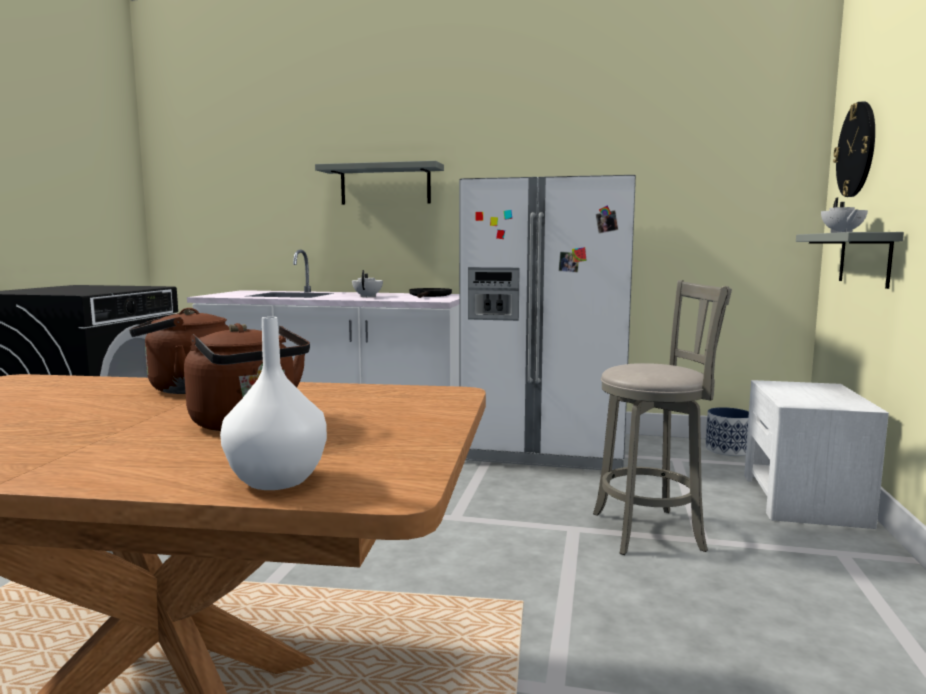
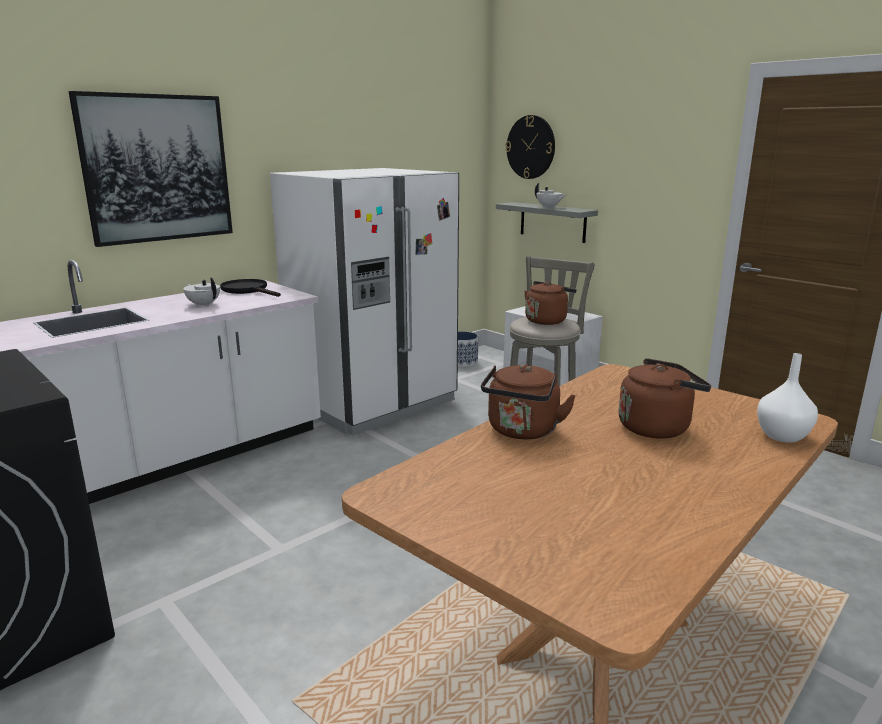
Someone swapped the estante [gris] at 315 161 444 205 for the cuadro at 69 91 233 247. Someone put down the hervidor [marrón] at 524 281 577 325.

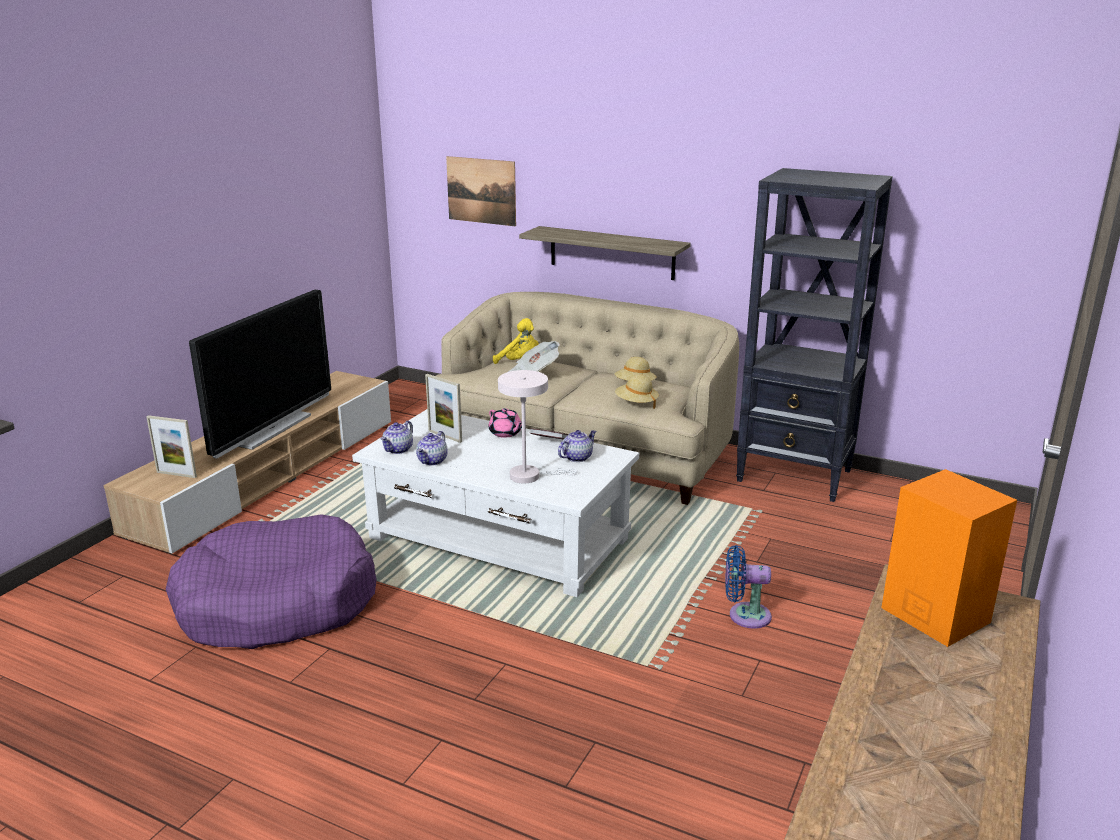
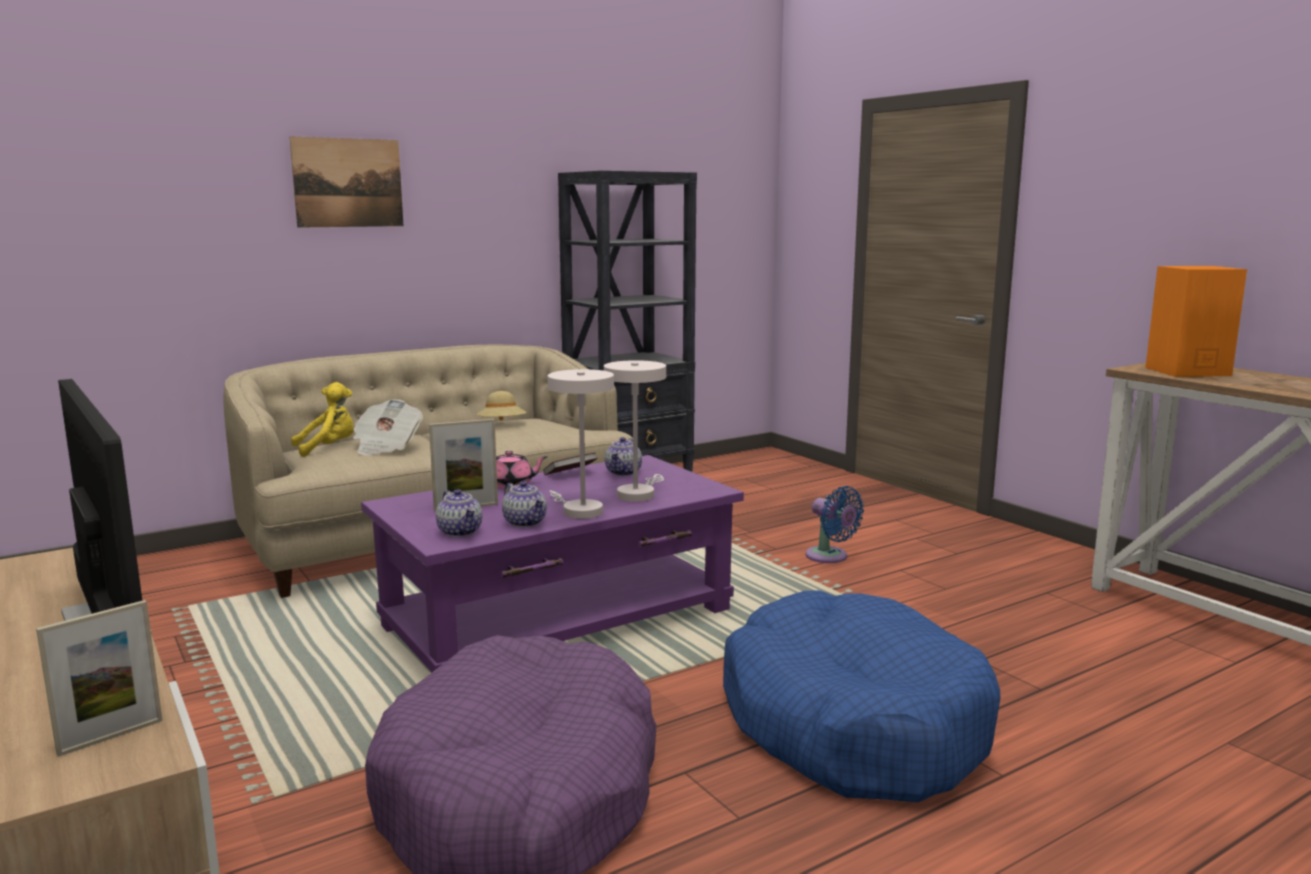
Someone carried the cuadro from 446 156 516 226 to 290 136 404 228. Someone repainted the mesa de centro [blanco] at 352 409 639 597, which became the mesa de centro [morado] at 361 455 744 673. Someone put down the lámpara de mesa [blanco] at 548 369 614 519. Someone rotated the tetera at 558 430 596 462 by 150 degrees counterclockwise. Someone put down the cama para perro [azul] at 723 590 1000 802. Someone rotated the ventilador [azul] at 725 545 772 629 by 75 degrees counterclockwise. Someone took away the estante at 519 226 691 280. Someone took away the sombrero [beis] at 615 374 659 409.

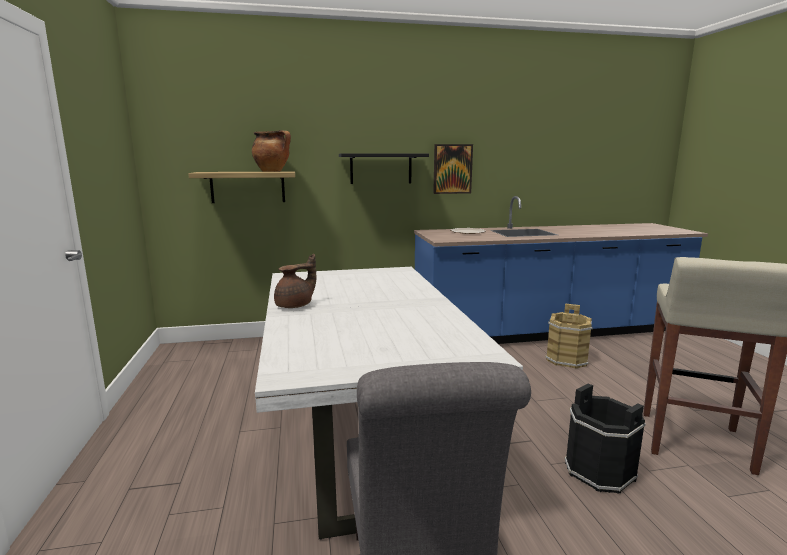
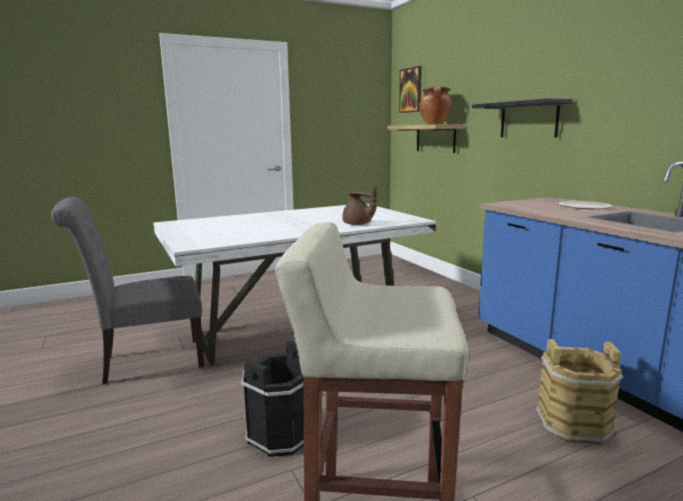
Someone carried the tetera [marrón] from 274 254 316 308 to 342 186 377 225. Someone carried the cuadro from 433 144 473 194 to 399 66 422 113.

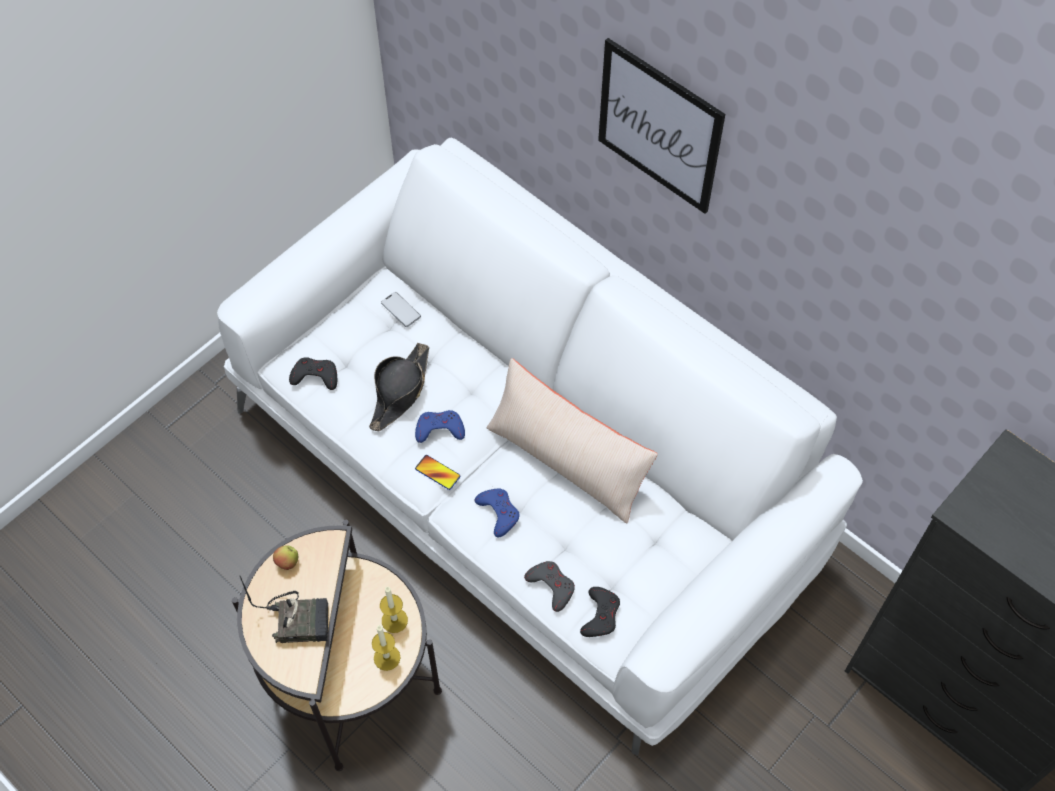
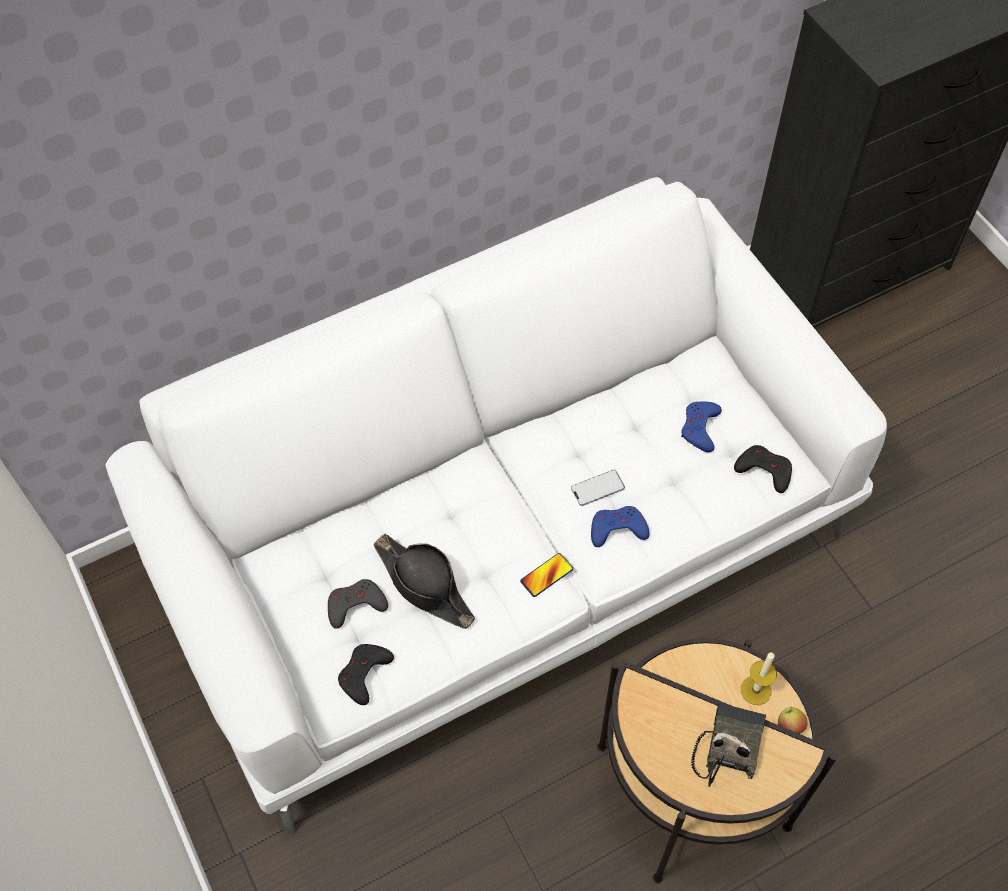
Someone carried the mando de consola [gris] from 524 561 575 612 to 328 579 388 629. Someone carried the móvil from 381 292 421 327 to 571 470 625 506. Someone carried the mando de consola [azul] from 415 410 465 443 to 681 401 722 452. Someone carried the manzana from 273 545 298 570 to 778 707 807 734. Someone took away the vela at 380 587 408 633. Someone took away the cojín [beis] at 487 358 658 523. Someone took away the cuadro at 598 38 725 214.

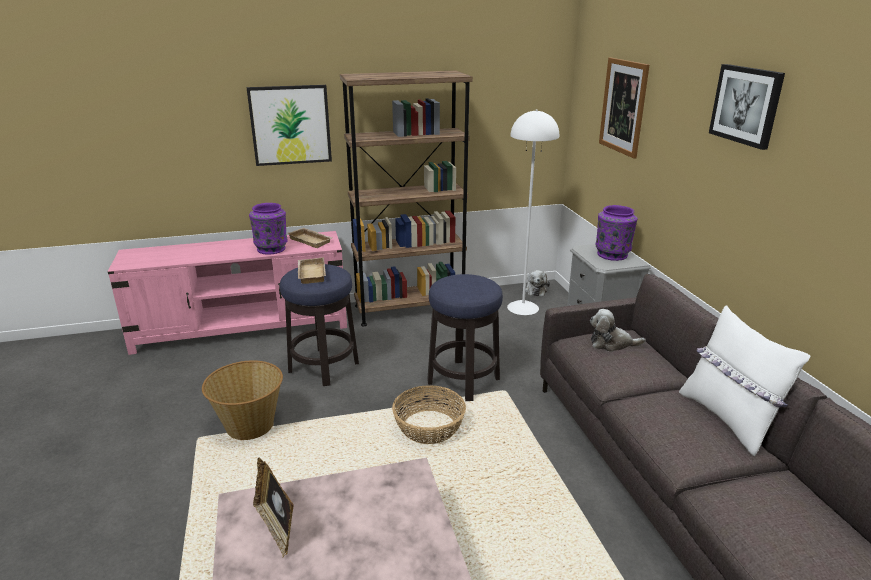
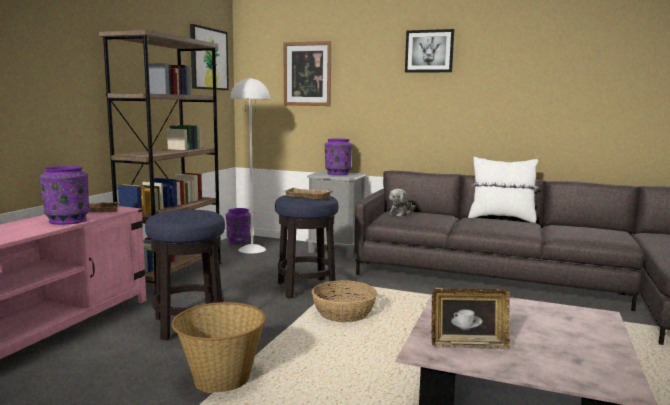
Someone carried the cuadro from 247 85 332 166 to 190 24 229 90. Someone swapped the peluche at 526 270 550 296 for the florero [morado] at 225 208 251 244. Someone carried the bandeja [beis] from 298 257 326 284 to 282 188 332 199.

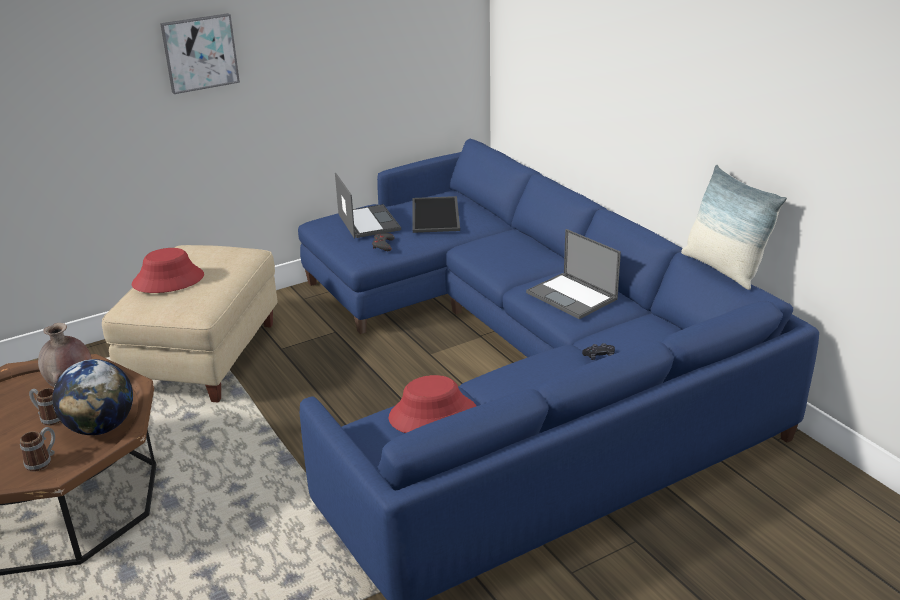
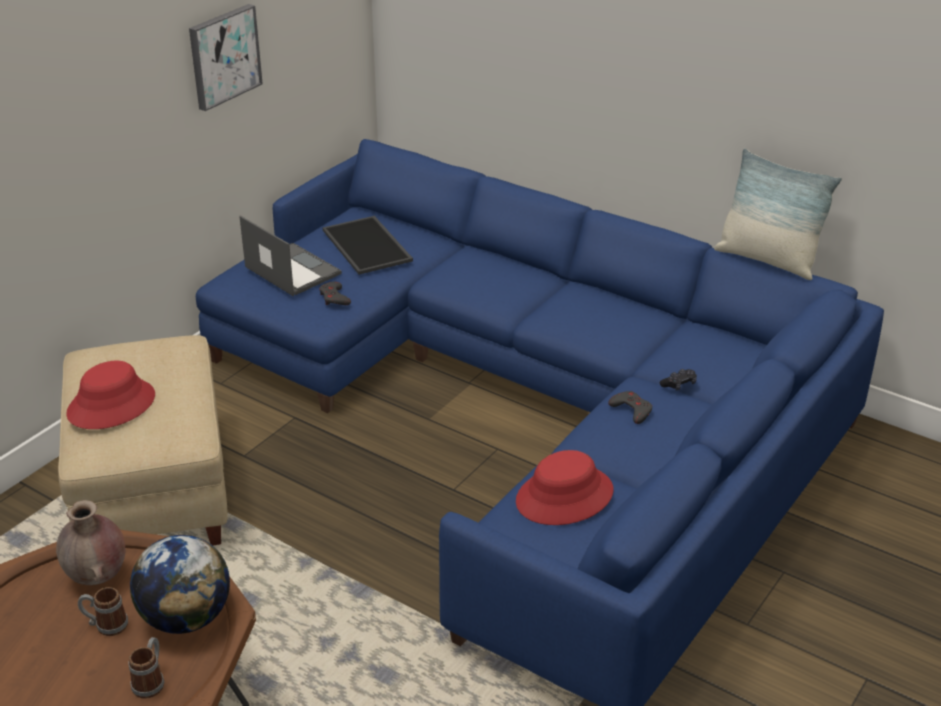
Someone carried the cuadro from 160 13 240 94 to 189 4 263 111. Someone put down the mando de consola [gris] at 608 391 652 424. Someone took away the portátil at 526 229 621 319.

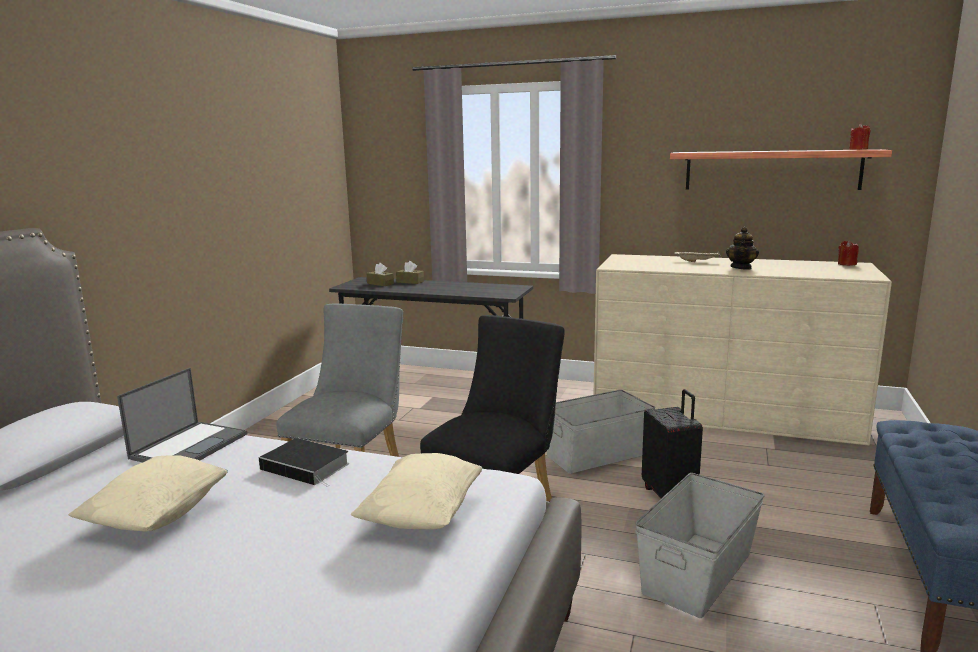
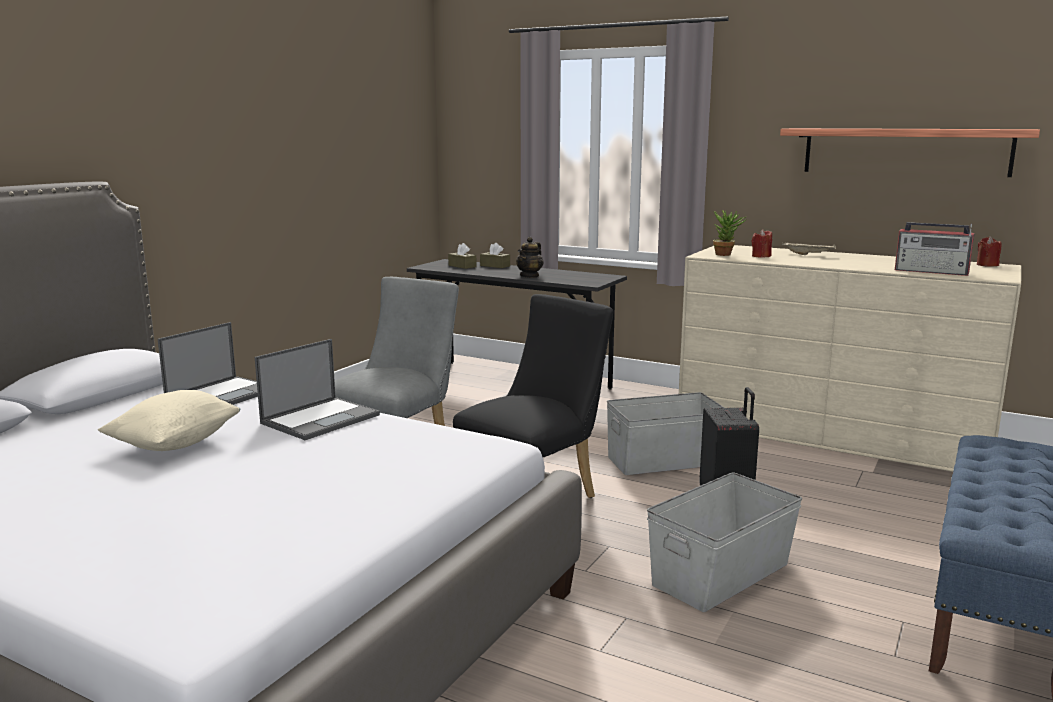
Someone swapped the libro at 259 438 349 487 for the portátil at 255 339 380 440. Someone carried the tetera from 726 227 759 270 to 516 237 544 278. Someone put down the planta en maceta at 713 210 746 256. Someone carried the vela [rojo] from 849 123 870 150 to 751 229 772 258. Someone put down the radio at 895 222 975 276. Someone took away the cojín [beis] at 351 453 482 529.

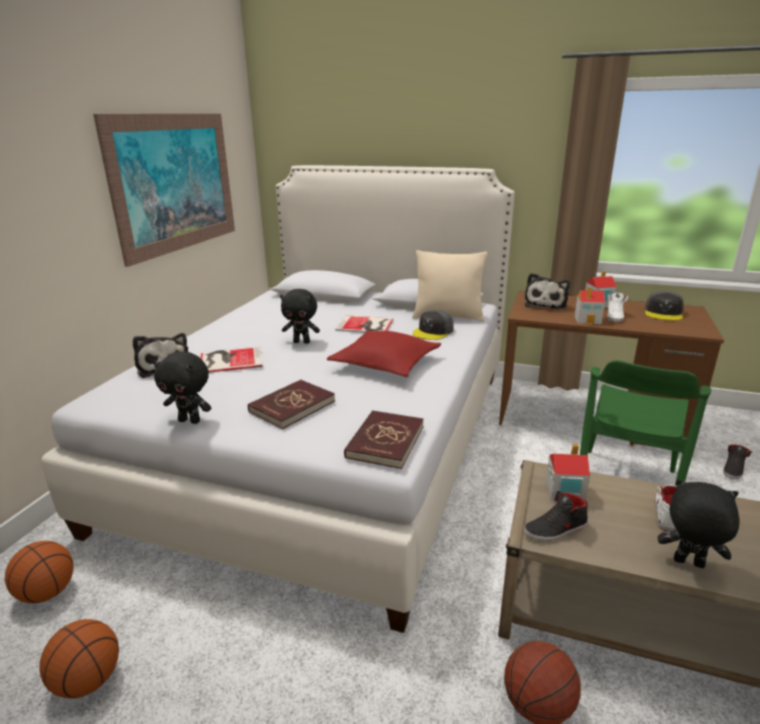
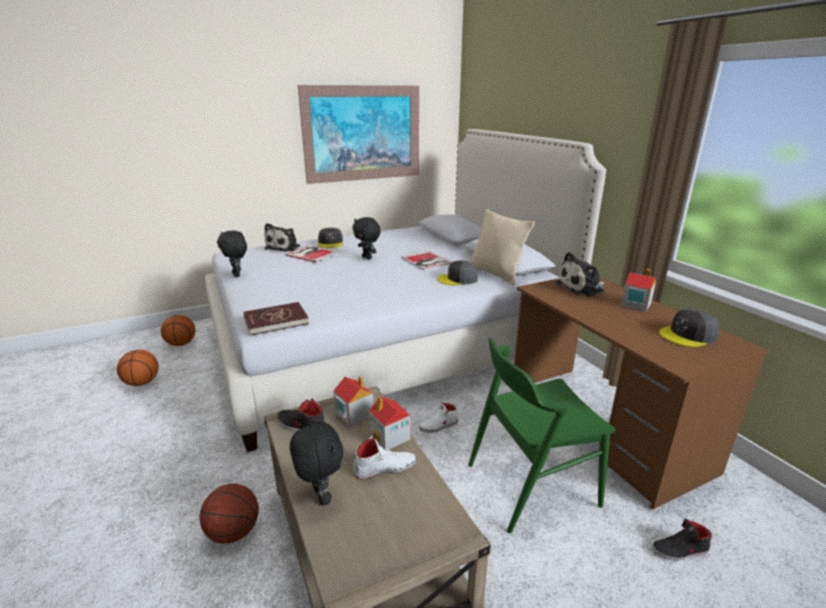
Someone put down the gorra [gris] at 318 227 343 248. Someone carried the casita from 574 288 605 325 to 368 396 411 450. Someone carried the zapato [blanco] from 607 293 628 322 to 419 402 458 433. Someone took away the libro [rojo] at 248 380 335 429. Someone took away the cojín [rojo] at 327 330 441 377.

